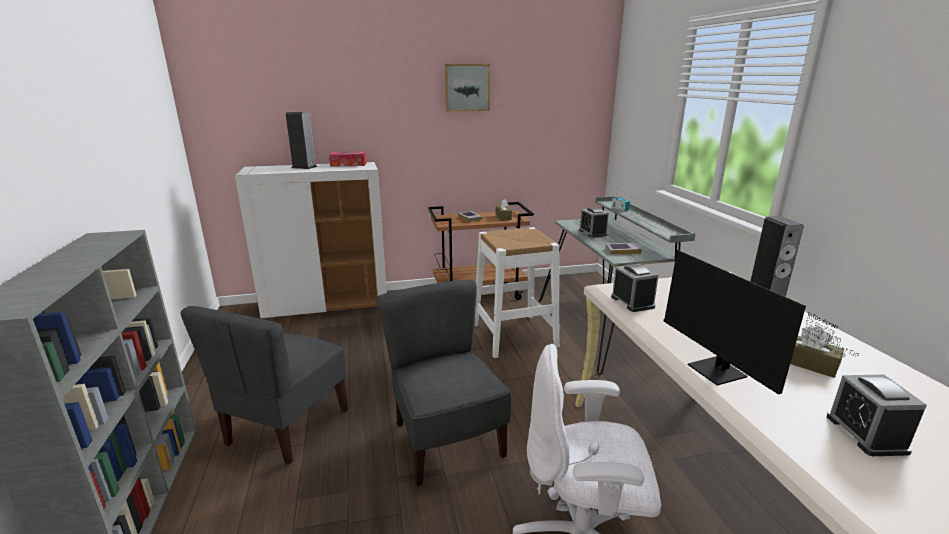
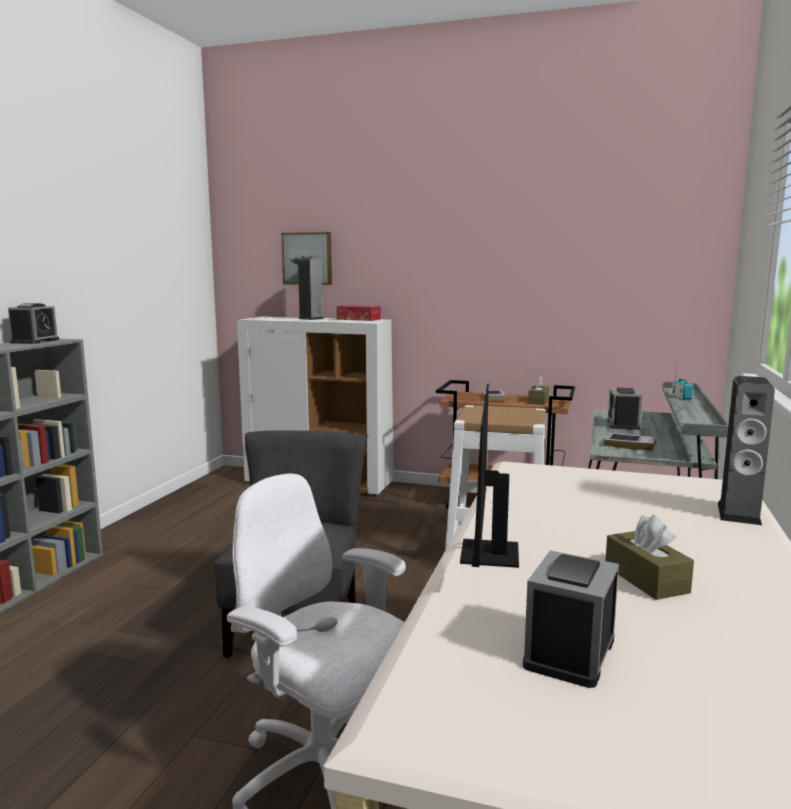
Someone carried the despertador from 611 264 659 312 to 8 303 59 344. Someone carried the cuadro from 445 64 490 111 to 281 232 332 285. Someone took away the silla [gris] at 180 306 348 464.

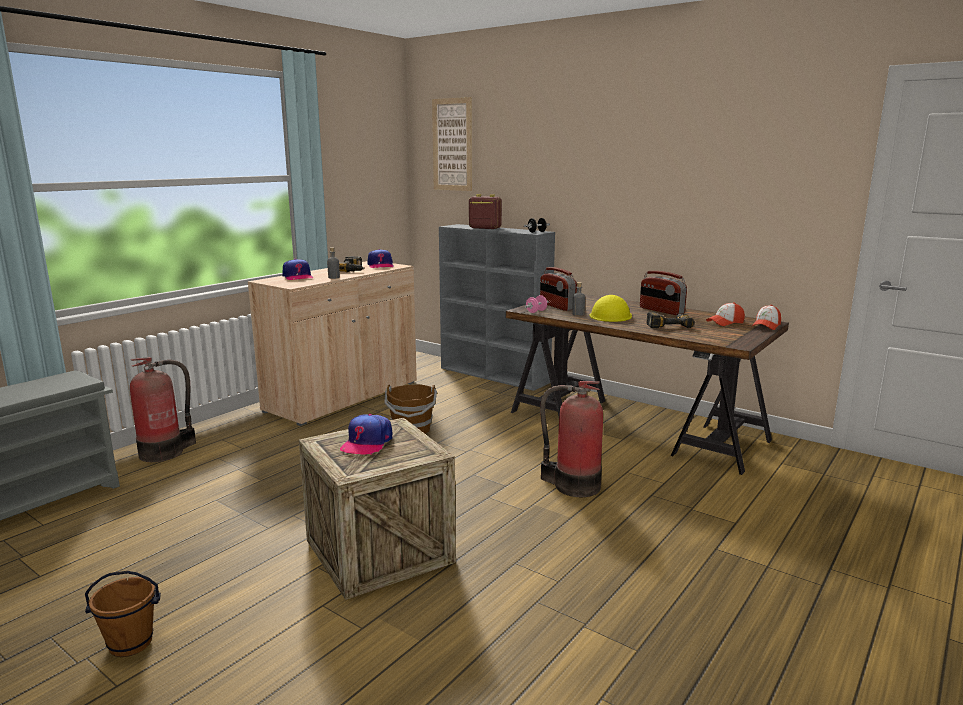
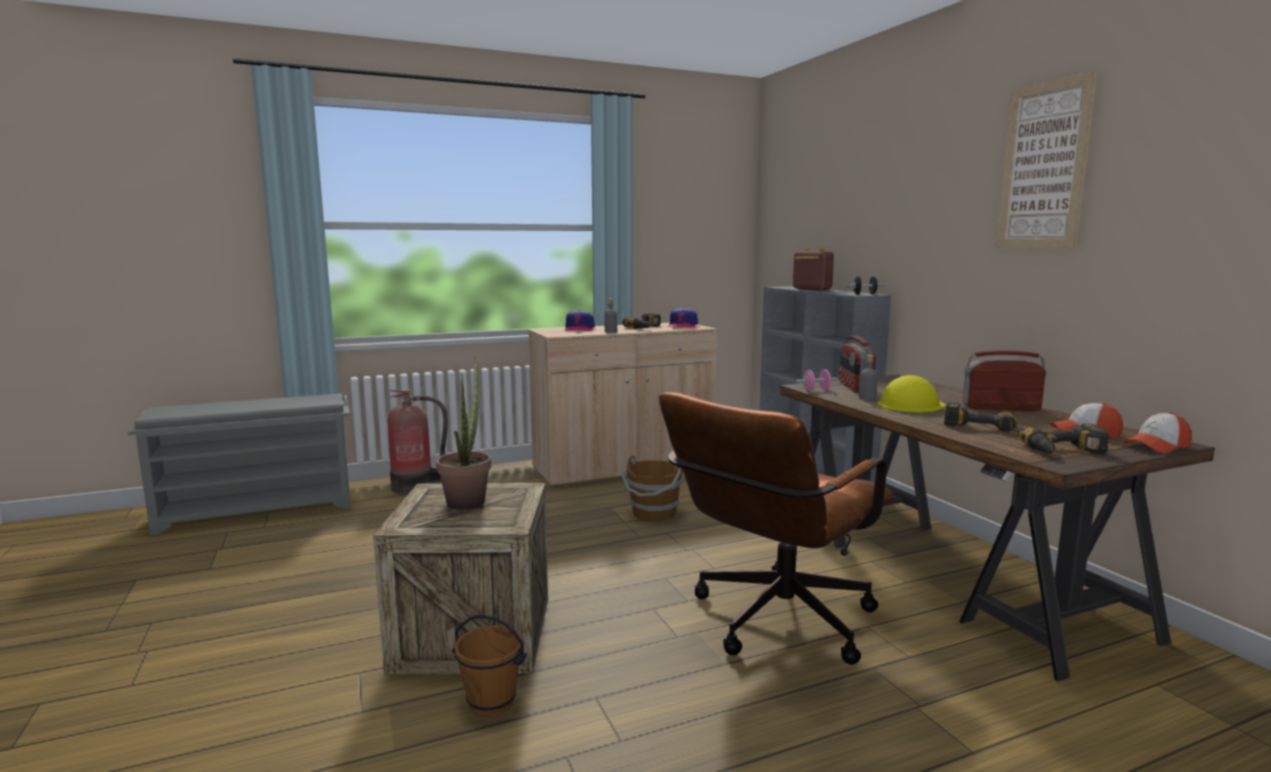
Someone swapped the gorra at 340 414 392 455 for the planta en maceta at 436 357 491 510. Someone carried the cubo [marrón] from 85 571 161 657 to 452 615 527 717. Someone swapped the extintor at 540 381 603 497 for the silla de oficina [marrón] at 659 392 895 665. Someone rotated the radio at 640 271 687 315 by 105 degrees clockwise. Someone carried the cuadro from 432 97 472 191 to 995 71 1097 248. Someone put down the taladro at 1018 424 1109 454.

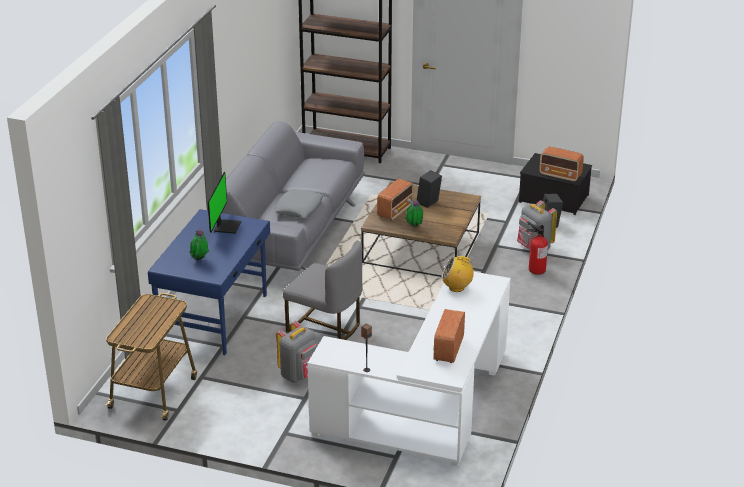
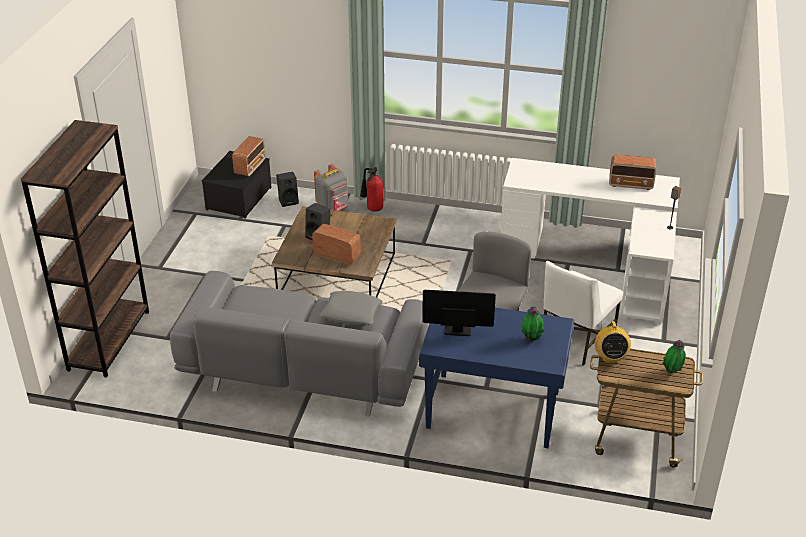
Someone swapped the mochila [gris] at 276 321 317 383 for the silla [blanco] at 544 261 623 365. Someone carried the radio from 441 256 474 292 to 595 321 631 364. Someone carried the planta en maceta from 405 199 423 227 to 663 340 686 373.

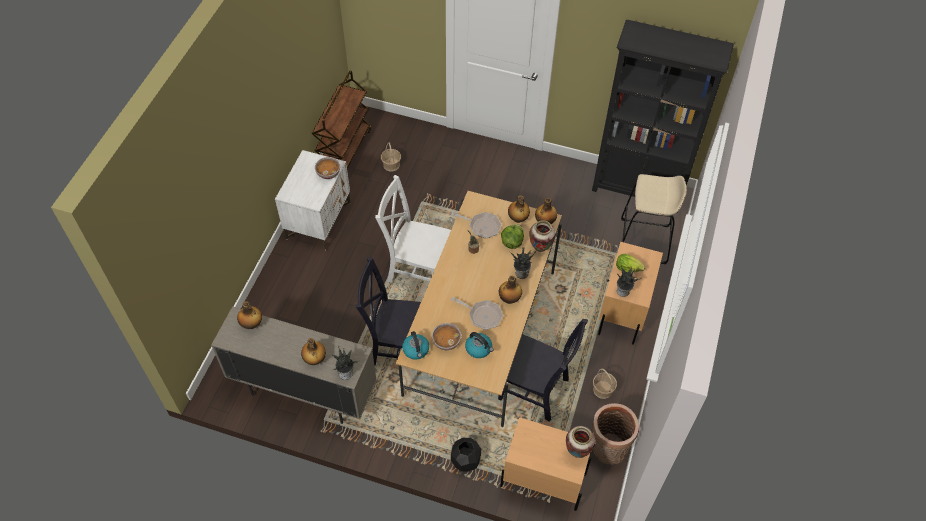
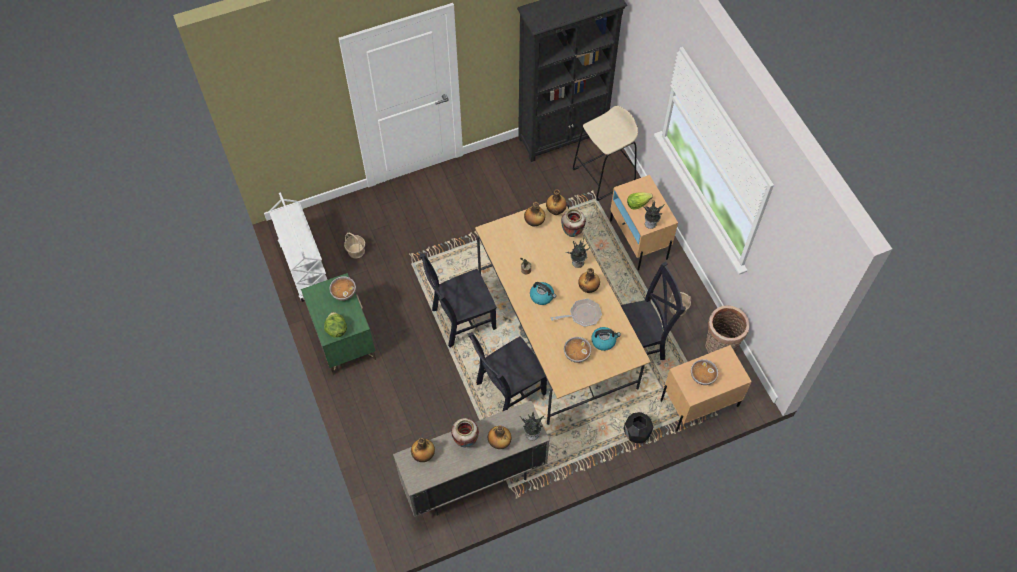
Someone repainted the carrito [marrón] at 311 71 371 169, which became the carrito [blanco] at 269 192 327 302. Someone repainted the mesita de noche [blanco] at 275 150 350 251, which became the mesita de noche [verde] at 301 273 376 375. Someone carried the lechuga from 501 224 524 249 to 324 312 347 338. Someone repainted the silla [blanco] at 375 175 451 282, which became the silla [negro] at 420 254 497 348. Someone carried the florero from 566 426 596 458 to 451 418 479 448. Someone carried the hervidor from 402 331 429 360 to 530 282 556 305. Someone put down the cuenco at 691 359 718 385. Someone took away the sartén at 451 212 502 238.

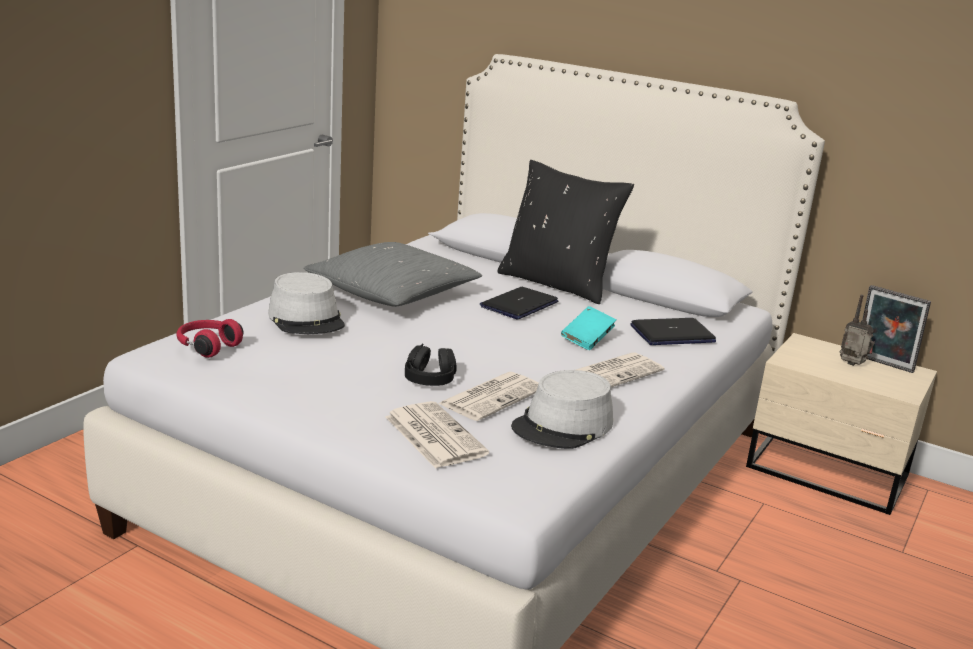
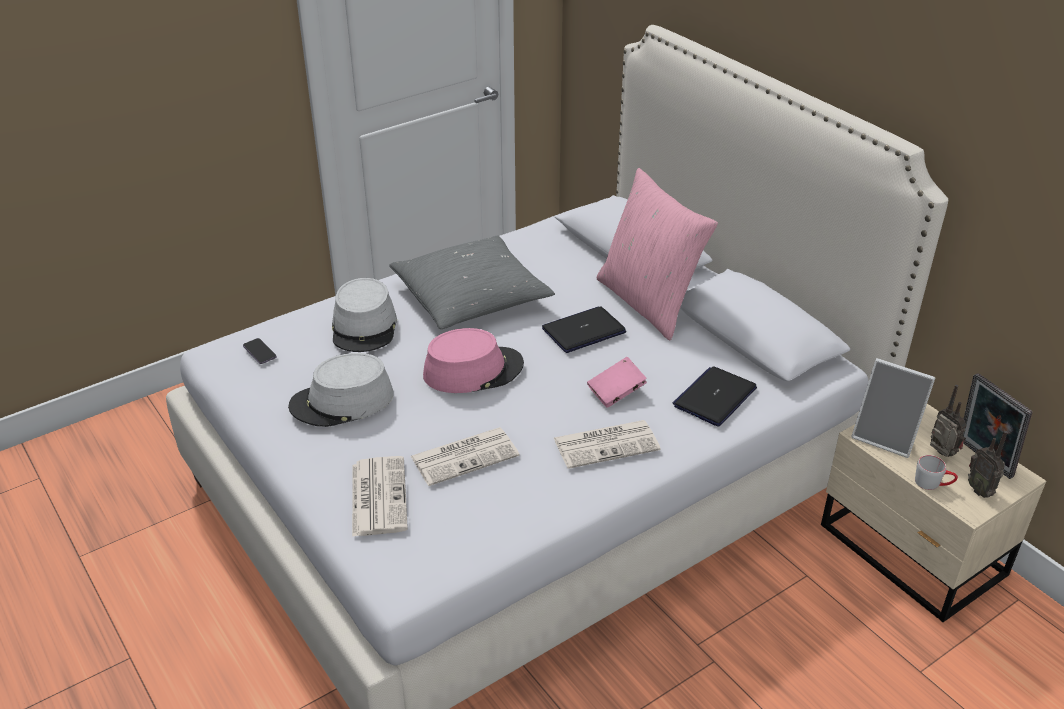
Someone swapped the auriculares [rojo] at 177 319 243 358 for the móvil at 243 338 277 364. Someone carried the sombrero [gris] from 511 370 613 449 to 288 353 394 427. Someone put down the sombrero [rosa] at 423 328 524 393. Someone repainted the libro [turquesa] at 561 306 617 350, which became the libro [rosa] at 587 357 647 408. Someone repainted the cojín [negro] at 497 160 634 304, which became the cojín [rosa] at 597 168 718 341. Someone rotated the portátil at 630 318 716 345 by 120 degrees clockwise. Someone put down the portarretratos at 851 358 936 458. Someone put down the taza grande [gris] at 915 455 958 490. Someone put down the radio at 968 431 1007 498. Someone took away the auriculares [negro] at 405 343 457 386.

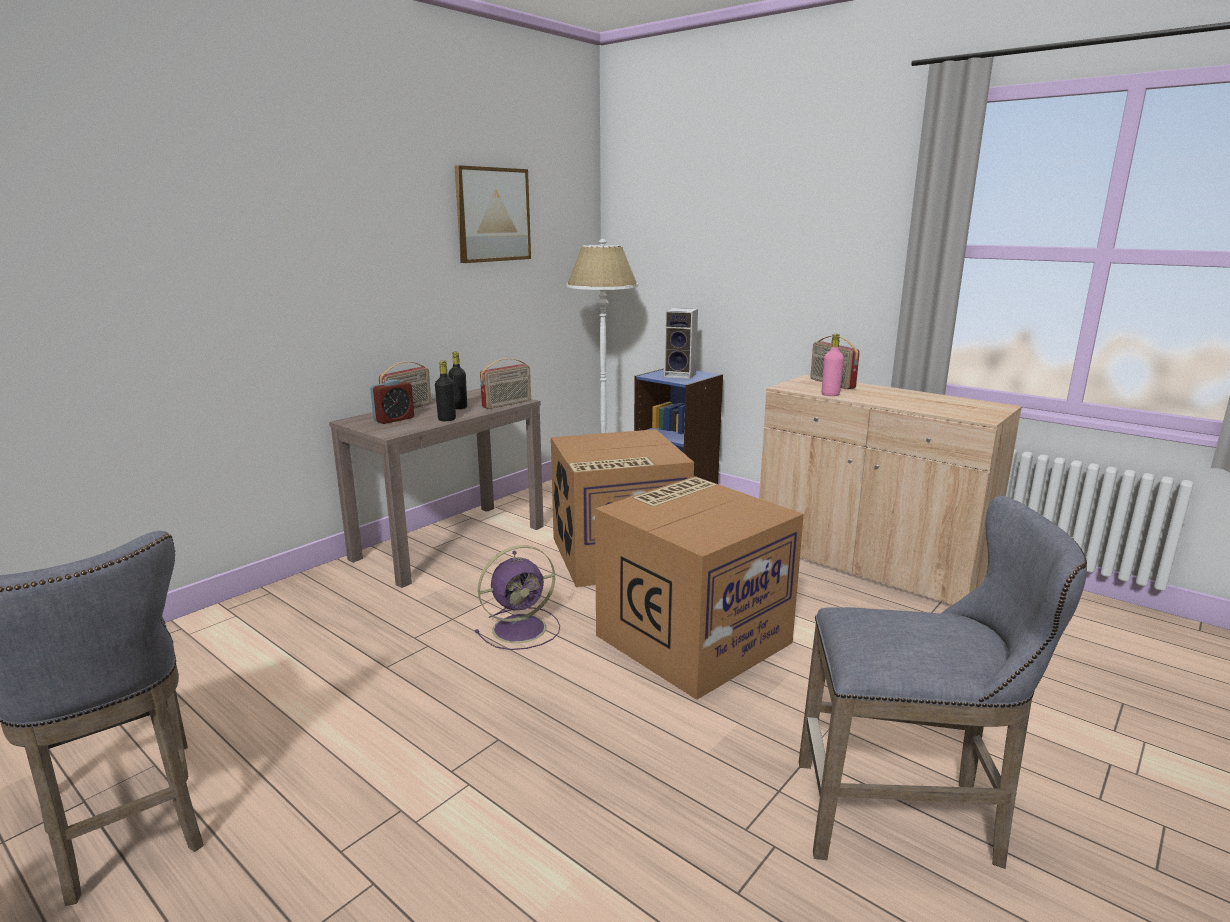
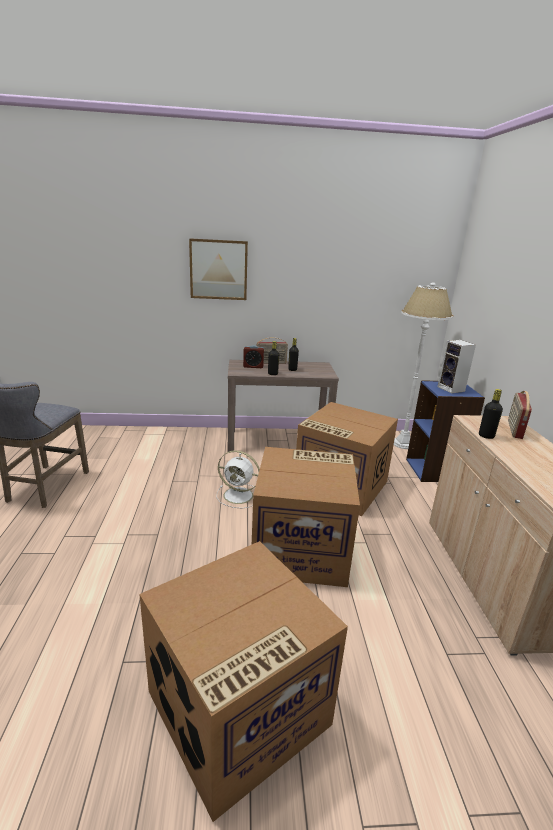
Someone swapped the taburete [gris] at 799 496 1087 869 for the caja de cartón at 139 541 348 822. Someone carried the cuadro from 454 165 531 263 to 189 238 248 300. Someone repainted the ventilador [morado] at 475 545 560 650, which became the ventilador [blanco] at 217 450 260 508. Someone repainted the botella [rosa] at 822 334 844 396, which became the botella [negro] at 479 389 503 439. Someone took away the radio at 480 358 531 409.

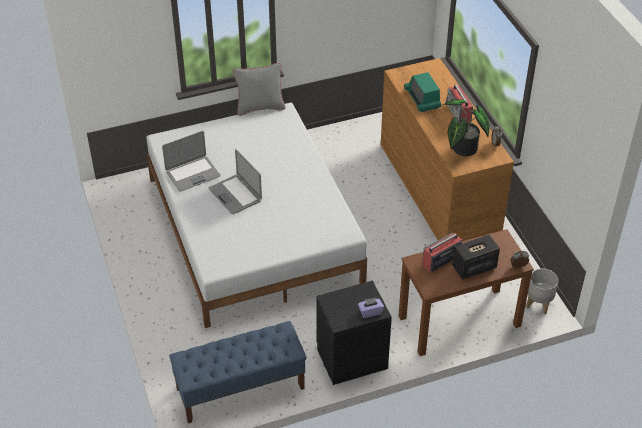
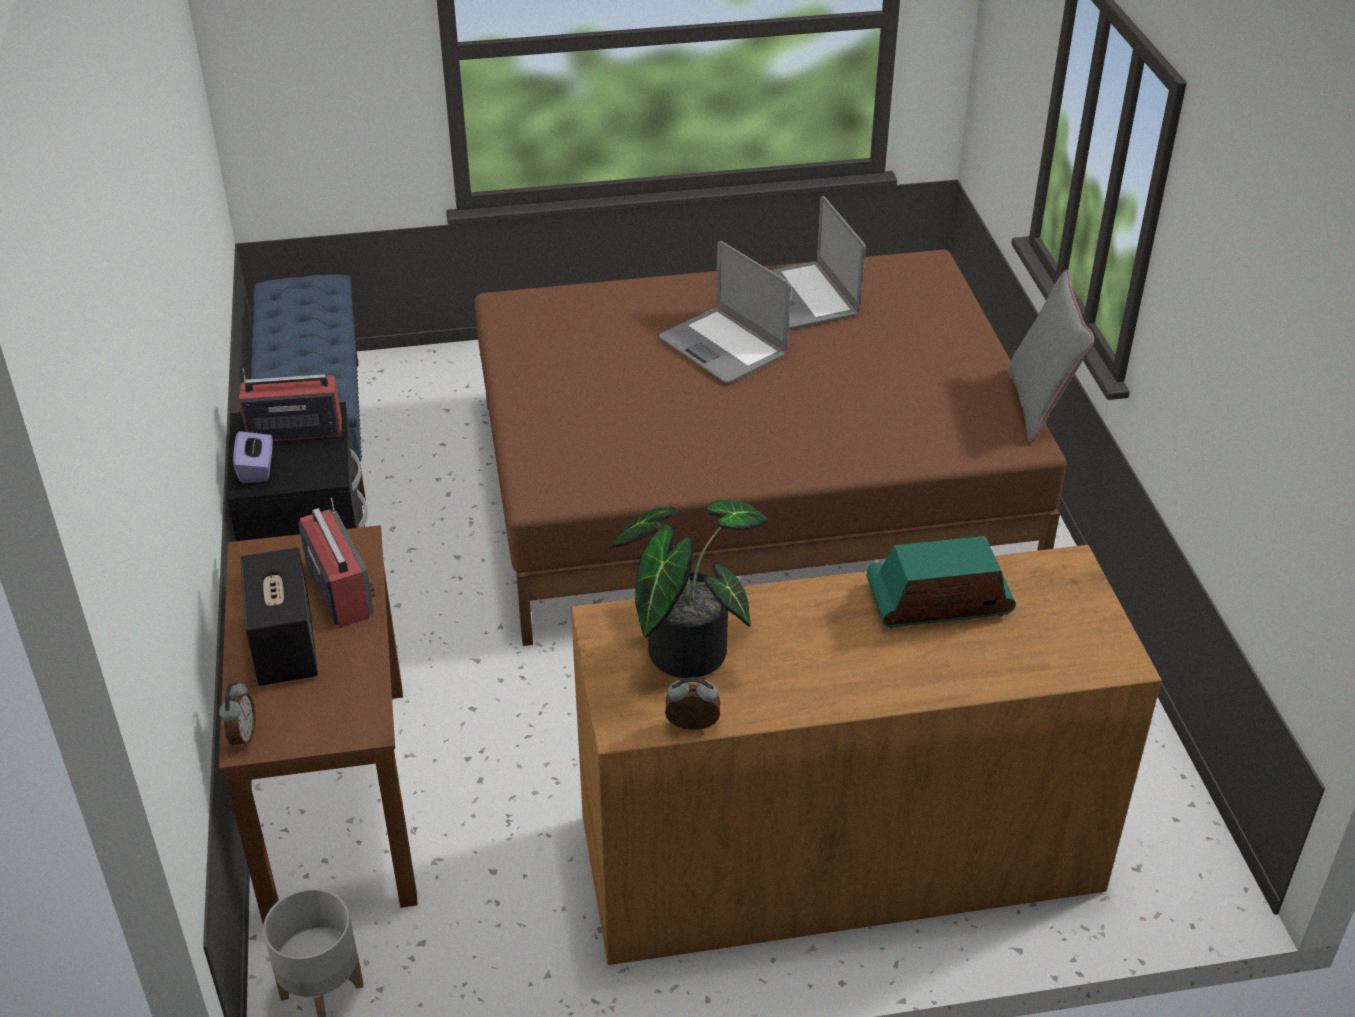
Someone carried the radio from 446 84 473 123 to 239 368 342 441. Someone repainted the cama [blanco] at 146 103 367 328, which became the cama [marrón] at 474 250 1067 646. Someone rotated the portátil at 209 149 262 214 by 105 degrees counterclockwise.

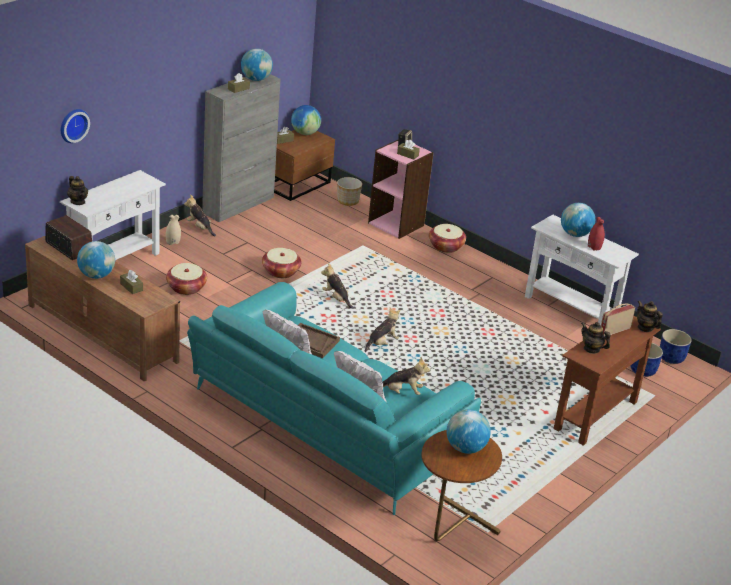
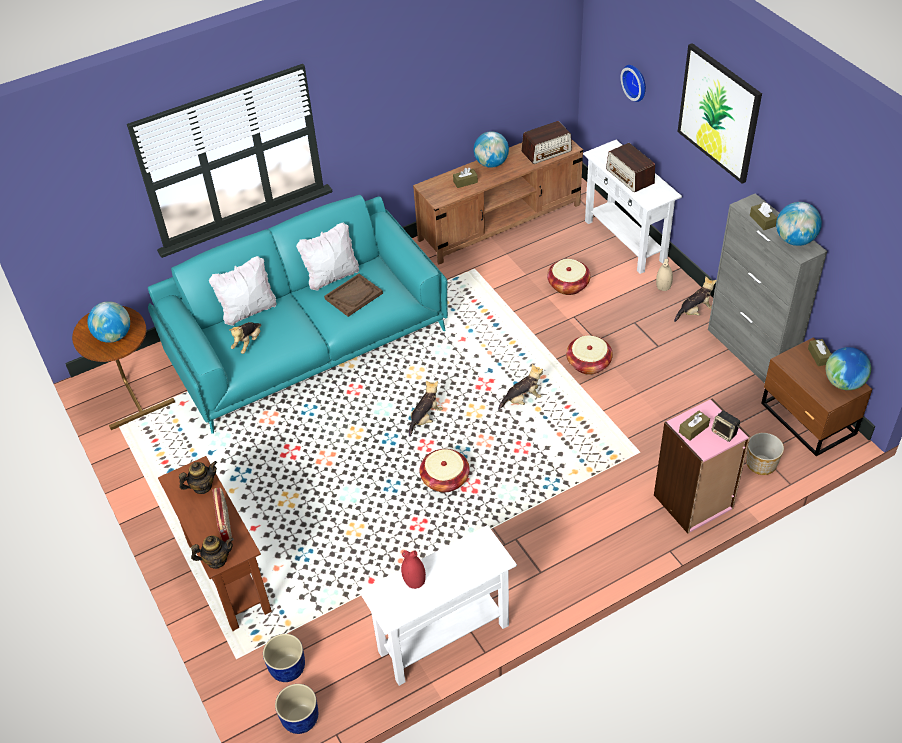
Someone rotated the peluche at 365 307 400 352 by 120 degrees counterclockwise. Someone carried the cesta from 429 224 466 253 to 420 449 470 492. Someone put down the radio at 606 143 655 192. Someone put up the cuadro at 678 43 762 184. Someone took away the tetera at 67 176 88 205. Someone took away the globo terráqueo at 561 203 595 237.

